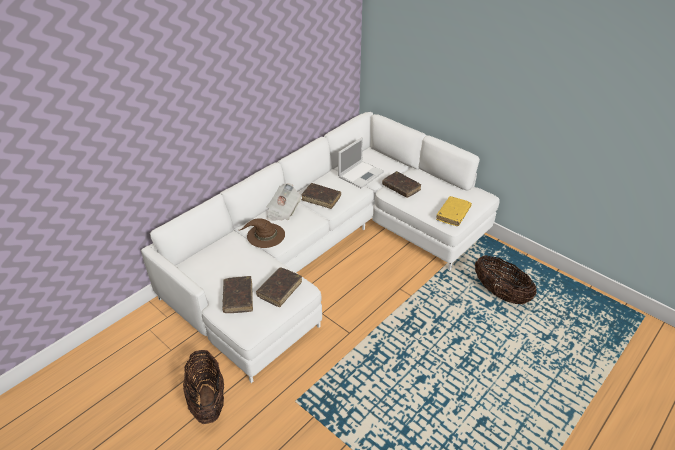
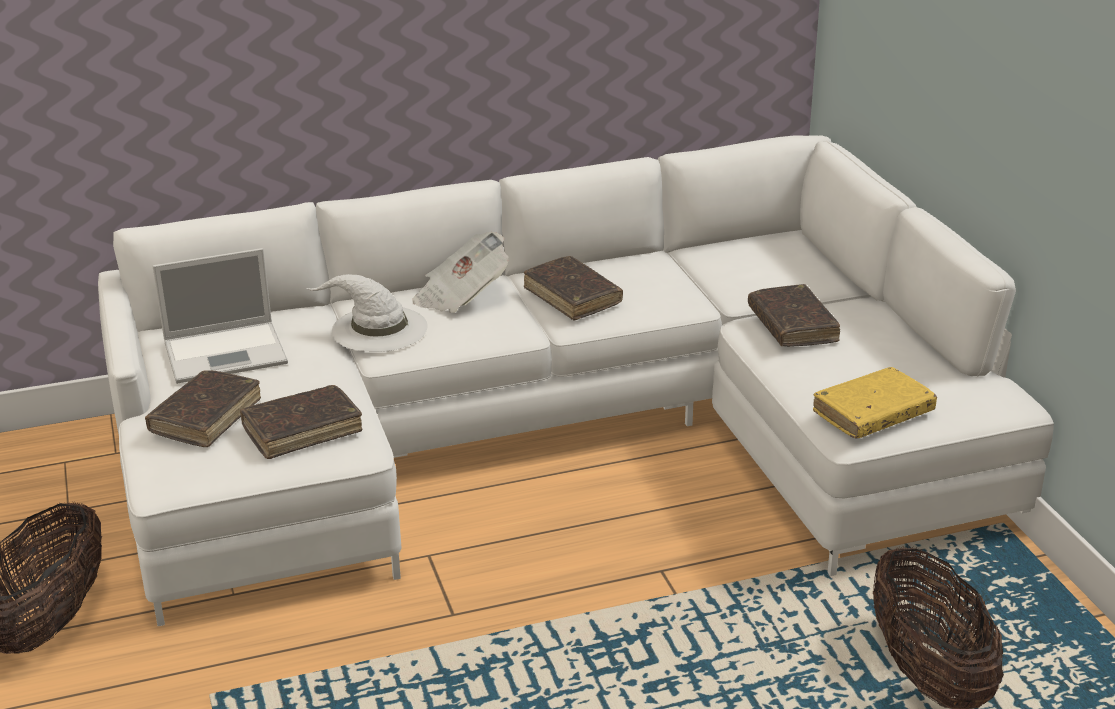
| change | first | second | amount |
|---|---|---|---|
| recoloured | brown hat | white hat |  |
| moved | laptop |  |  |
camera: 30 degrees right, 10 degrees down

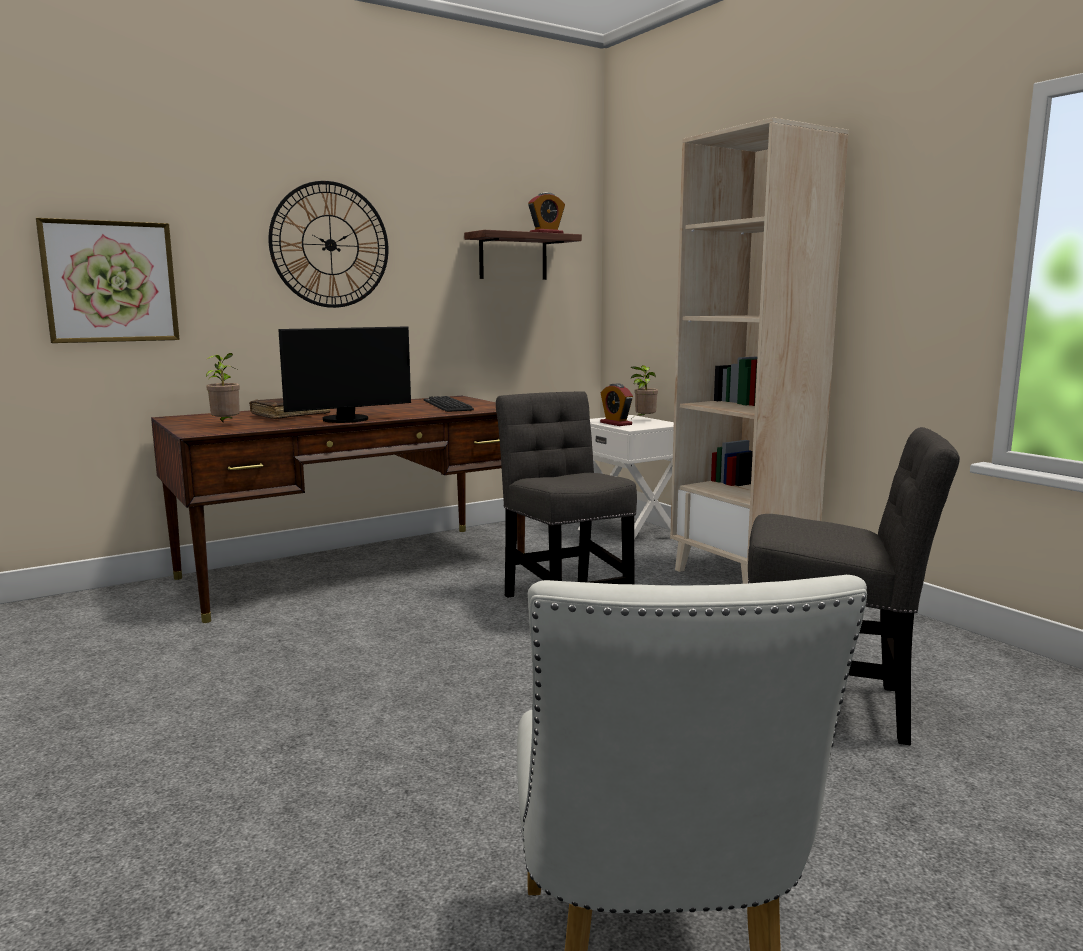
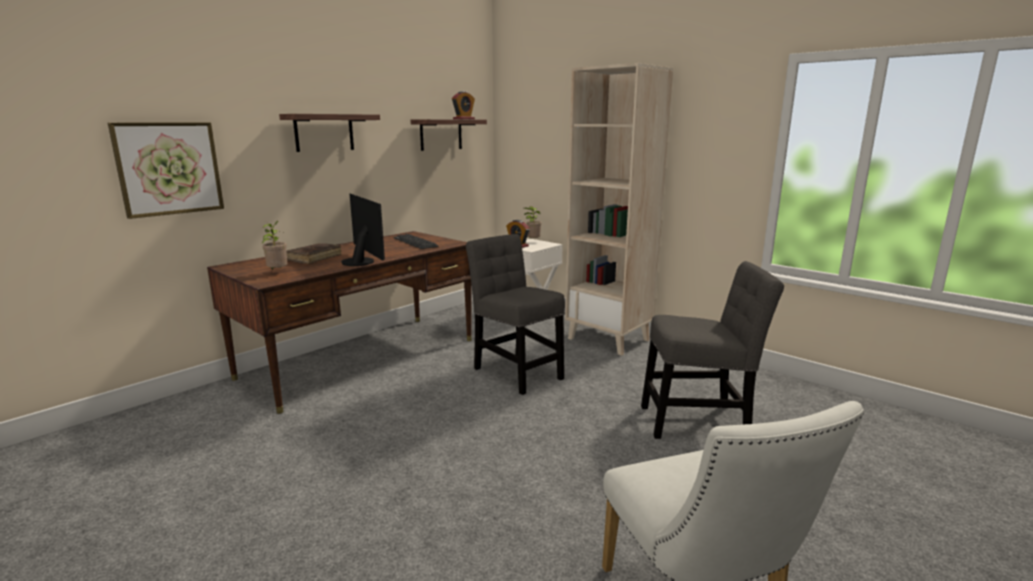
| change | first | second | amount |
|---|---|---|---|
| replaced | wall clock | shelf (1st from left) |  |
| turned | monitor |  | 75 degrees counterclockwise |
camera: 15 degrees left, 5 degrees up

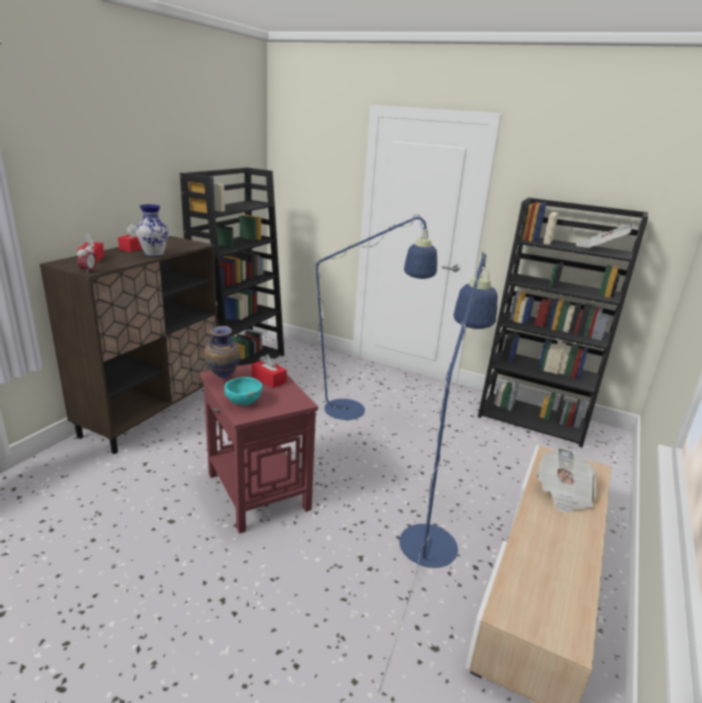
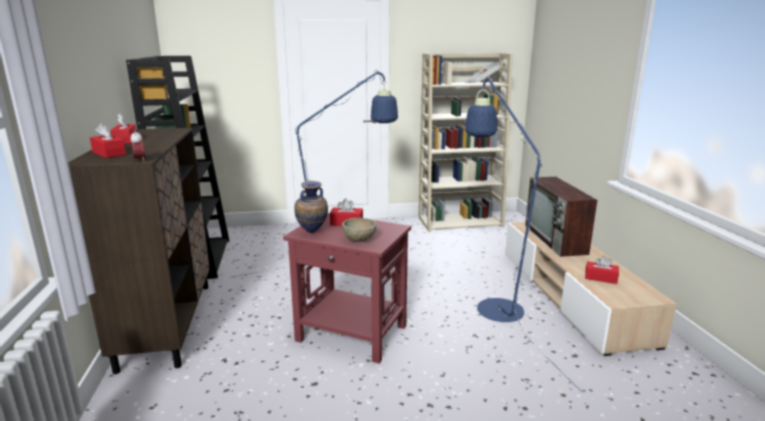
| change | first | second | amount |
|---|---|---|---|
| removed | vase (1st from left) |  |  |
| recoloured | turquoise bowl | beige bowl |  |
| recoloured | black bookcase (2nd from left) | beige bookcase |  |
| replaced | newspaper (1st from left) | television |  |
| added |  | red tissue box (4th from left) |  |
camera: 35 degrees left, 5 degrees down

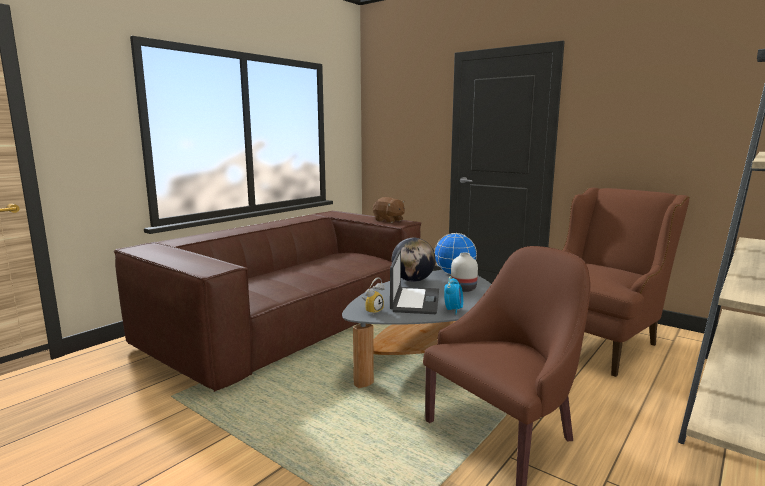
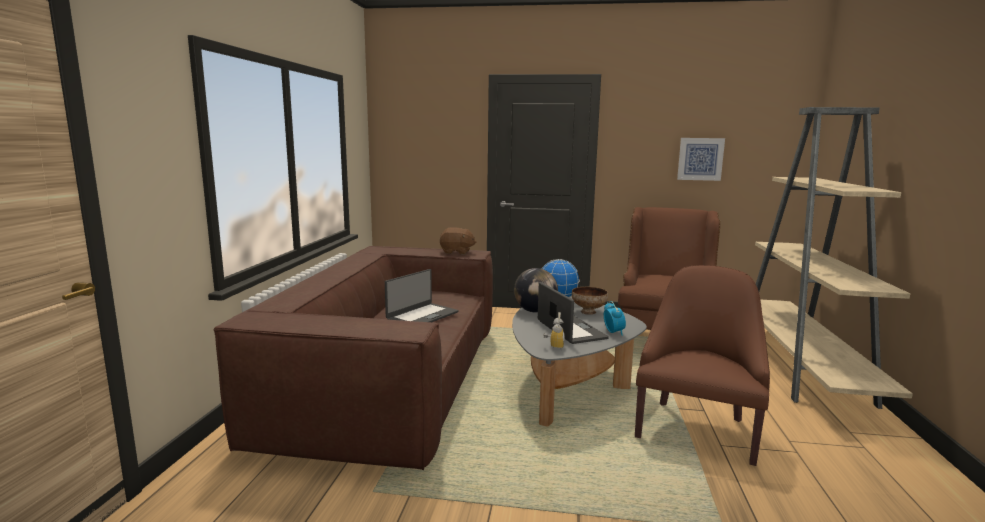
| change | first | second | amount |
|---|---|---|---|
| replaced | white vase | bowl |  |
| added |  | laptop (1st from left) |  |
| added |  | picture |  |
camera: 30 degrees left, 0 degrees up

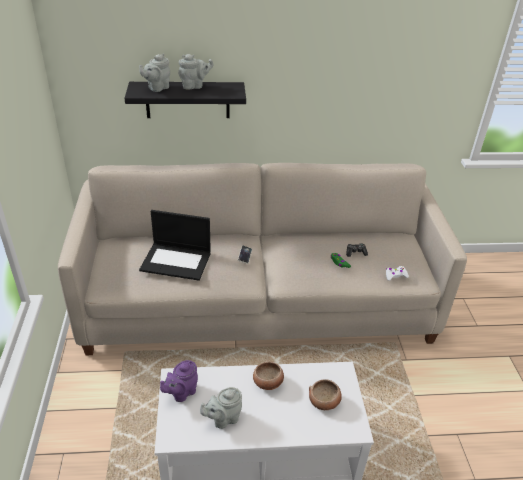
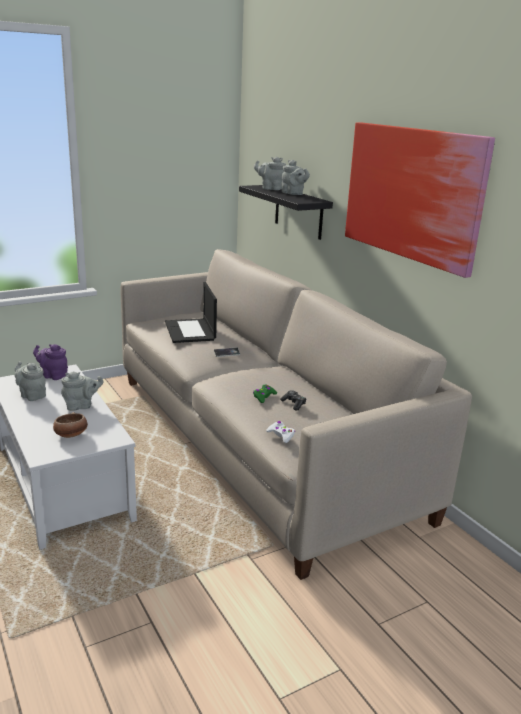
| change | first | second | amount |
|---|---|---|---|
| replaced | bowl (1st from left) | grey teapot (2nd from left) |  |
| added |  | picture |  |
camera: 65 degrees right, 15 degrees down

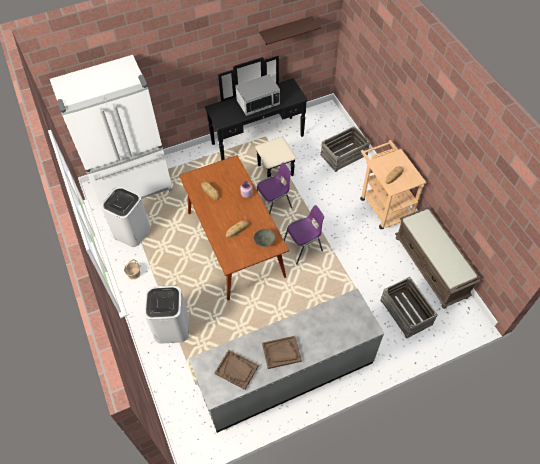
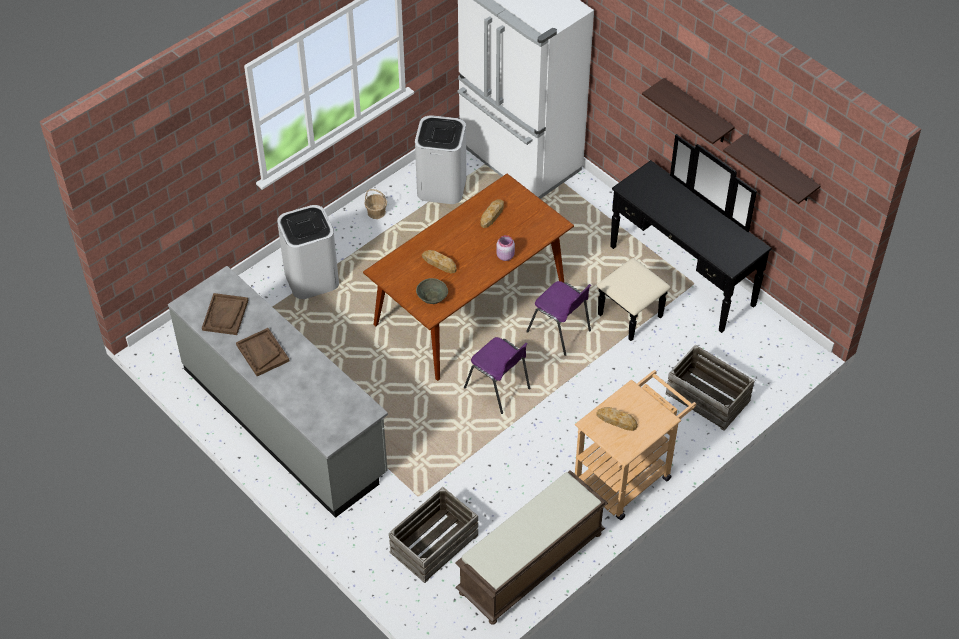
| change | first | second | amount |
|---|---|---|---|
| removed | microwave |  |  |
| added |  | shelf (1st from left) |  |
camera: 70 degrees right, 5 degrees down

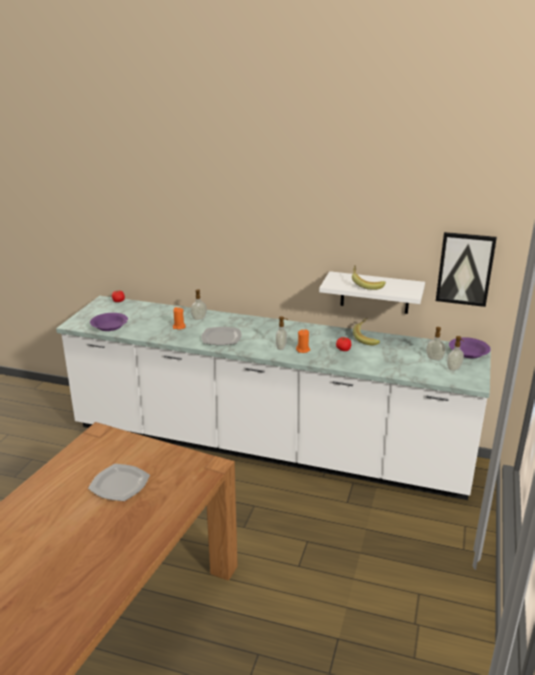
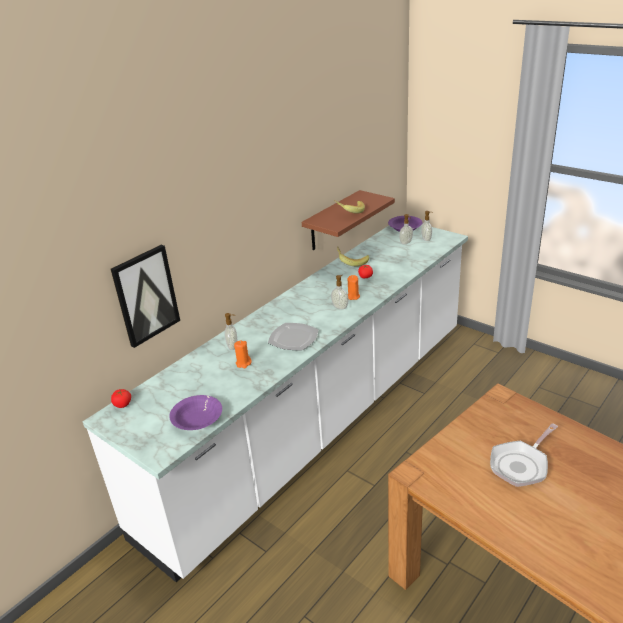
| change | first | second | amount |
|---|---|---|---|
| replaced | plate (1st from left) | frying pan |  |
| recoloured | white shelf | brown shelf |  |
| moved | picture |  |  |
camera: 65 degrees left, 5 degrees up

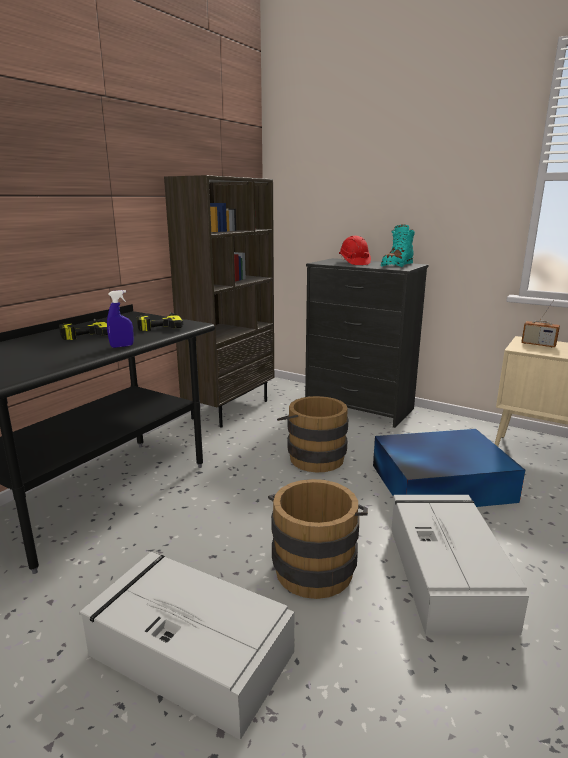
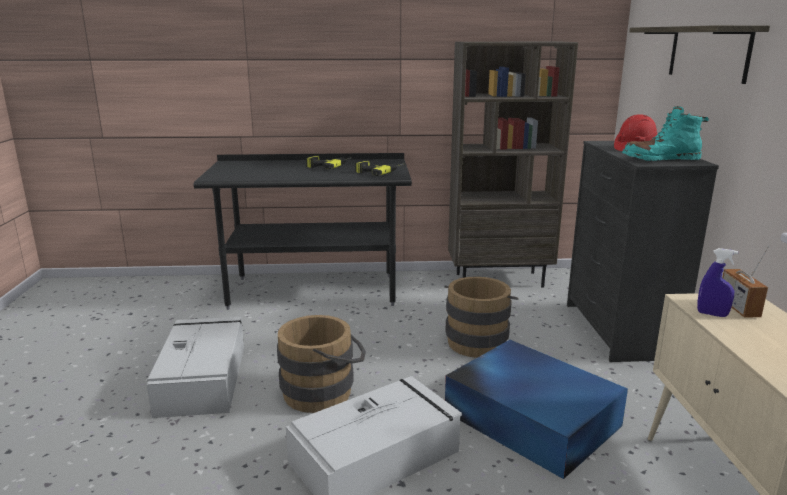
| change | first | second | amount |
|---|---|---|---|
| moved | blue spray bottle |  |  |
| added |  | shelf |  |
camera: 55 degrees right, 0 degrees up

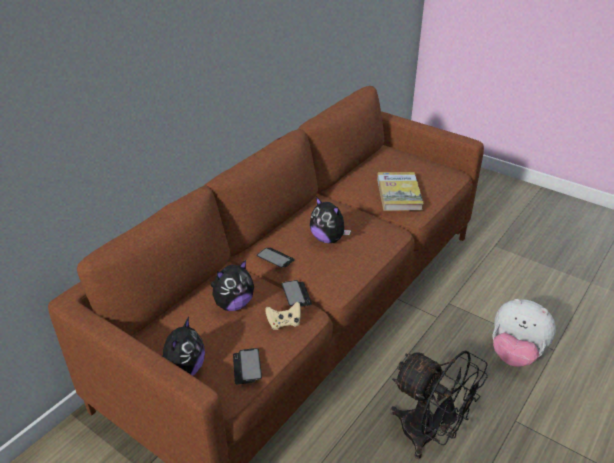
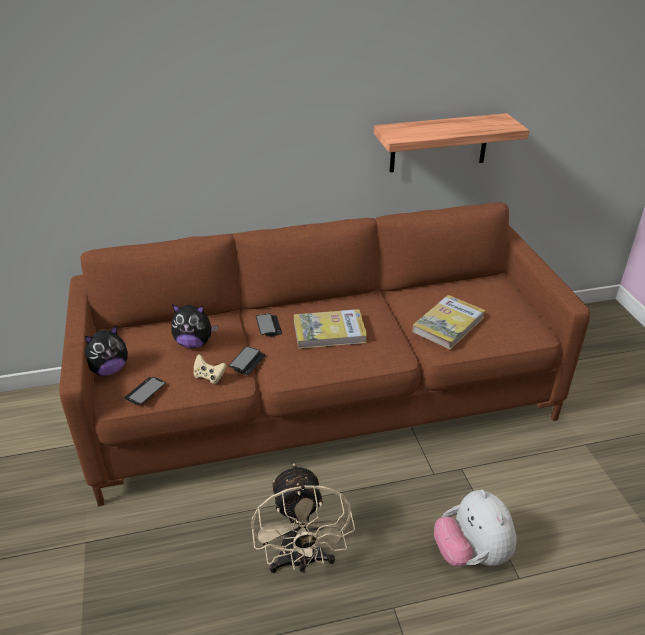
| change | first | second | amount |
|---|---|---|---|
| replaced | plush toy (3rd from left) | book (1st from left) |  |
| recoloured | black fan | beige fan |  |
| added |  | shelf |  |
camera: 40 degrees right, 0 degrees up

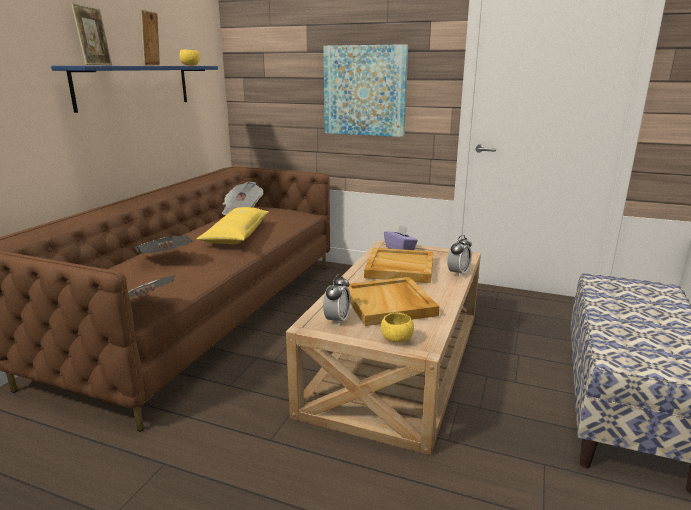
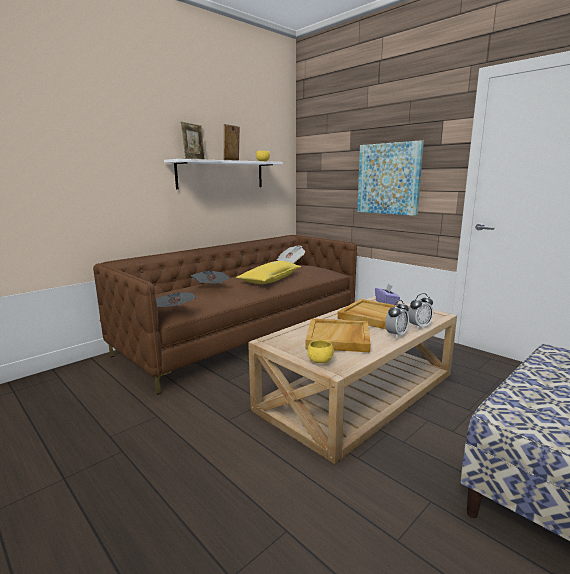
| change | first | second | amount |
|---|---|---|---|
| recoloured | blue shelf | white shelf |  |
| moved | alarm clock (1st from left) |  |  |
camera: 25 degrees right, 5 degrees down

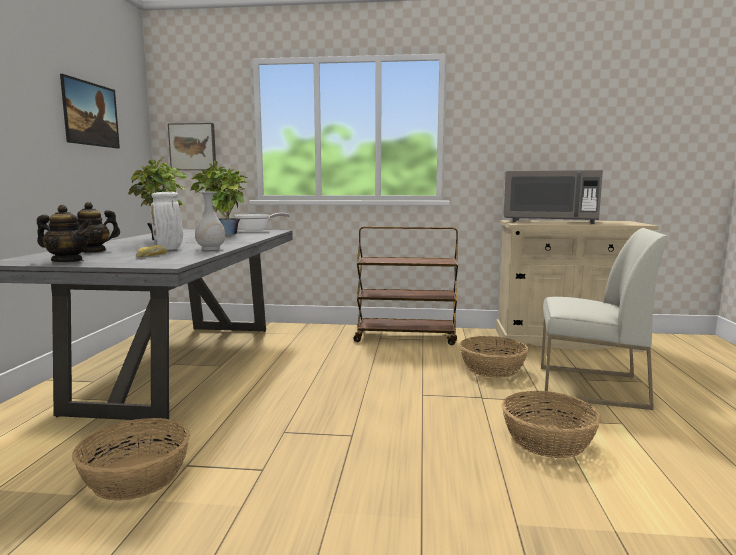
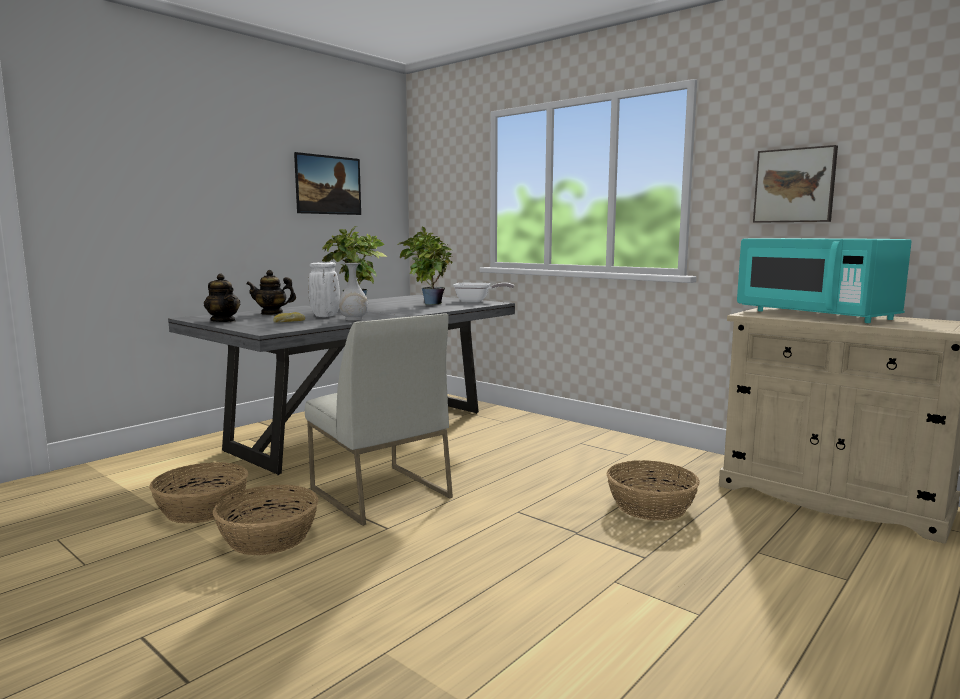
| change | first | second | amount |
|---|---|---|---|
| moved | picture (2nd from left) |  |  |
| removed | brown cart |  |  |
| moved | basket (3rd from left in the first image) | basket (2nd from left) |  |
| recoloured | grey microwave | turquoise microwave |  |
| moved | white chair |  |  |
camera: 35 degrees right, 0 degrees up

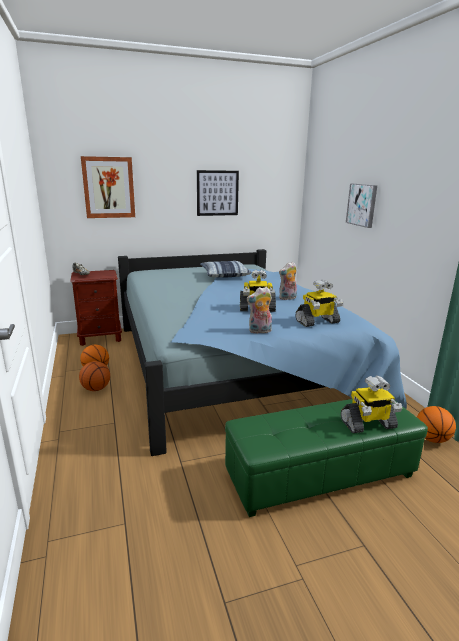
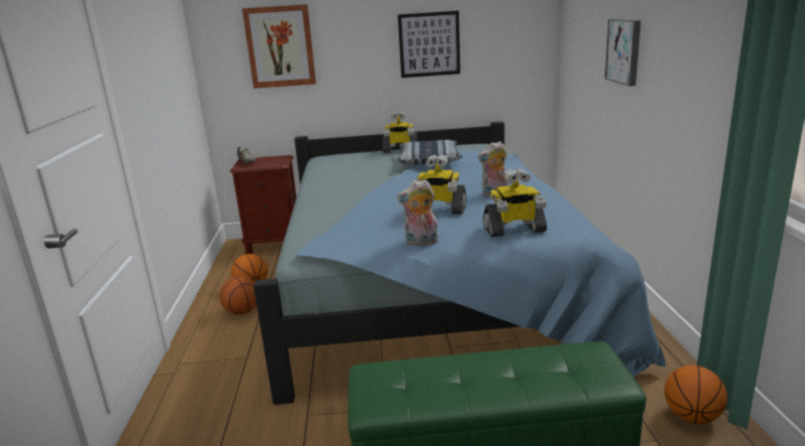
| change | first | second | amount |
|---|---|---|---|
| moved | toy robot (3rd from left in the first image) | toy robot (1st from left) |  |
camera: 15 degrees right, 0 degrees up

